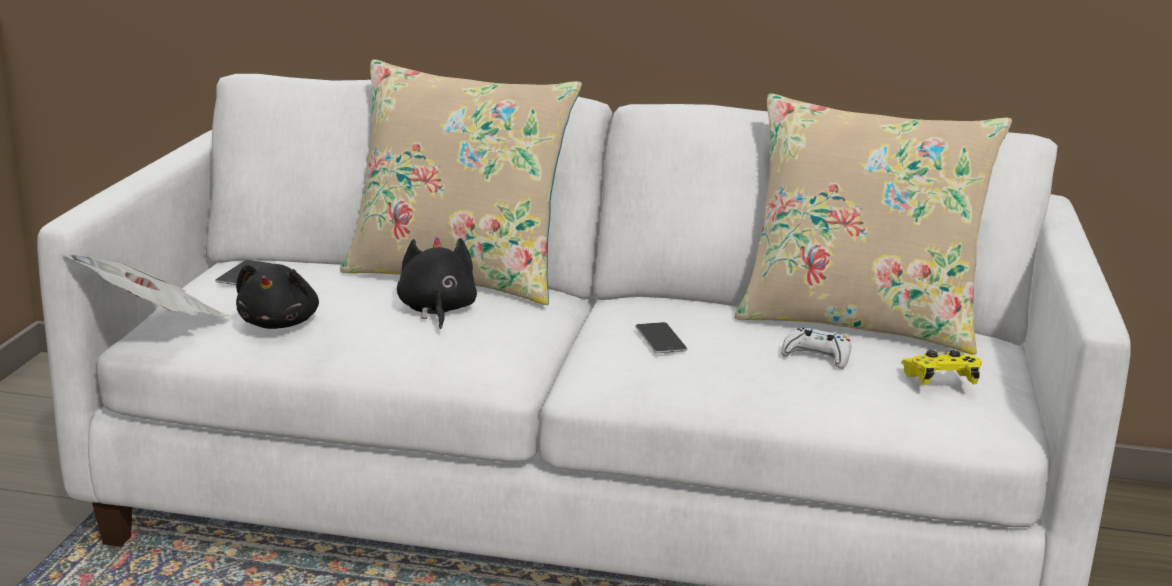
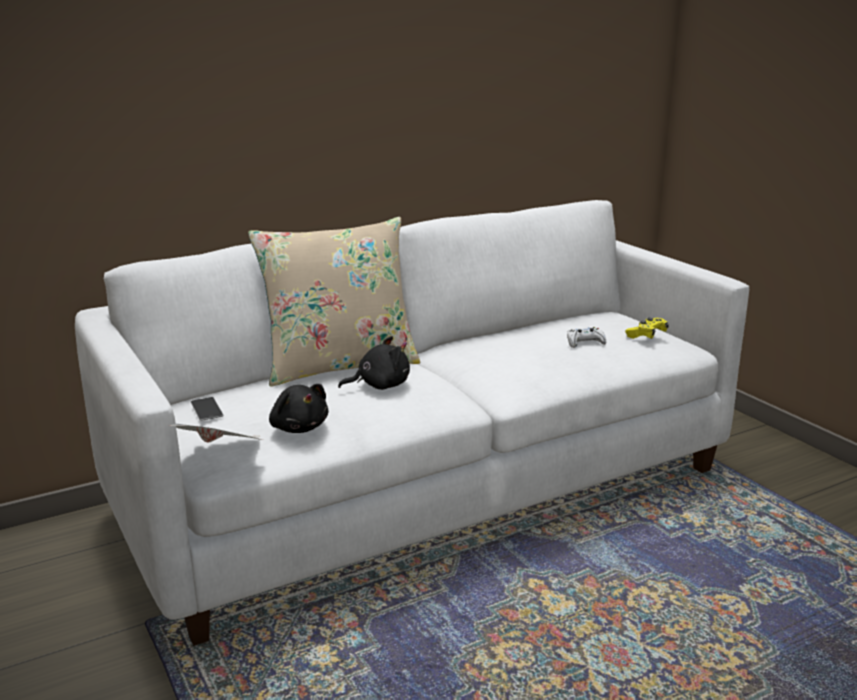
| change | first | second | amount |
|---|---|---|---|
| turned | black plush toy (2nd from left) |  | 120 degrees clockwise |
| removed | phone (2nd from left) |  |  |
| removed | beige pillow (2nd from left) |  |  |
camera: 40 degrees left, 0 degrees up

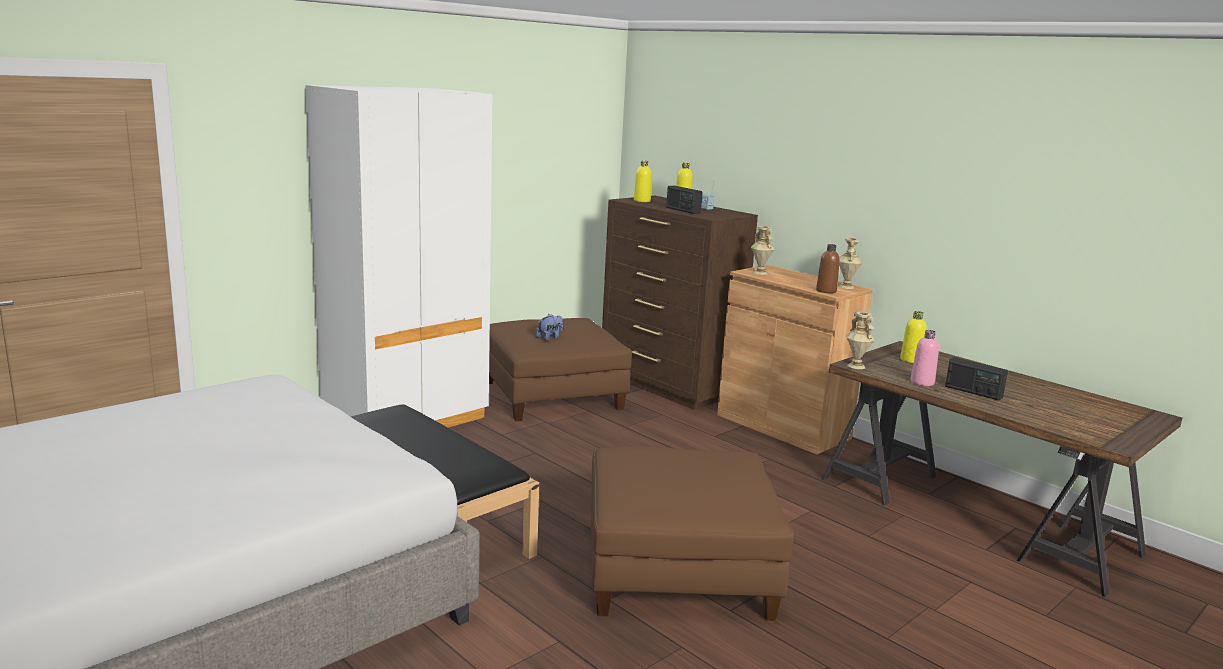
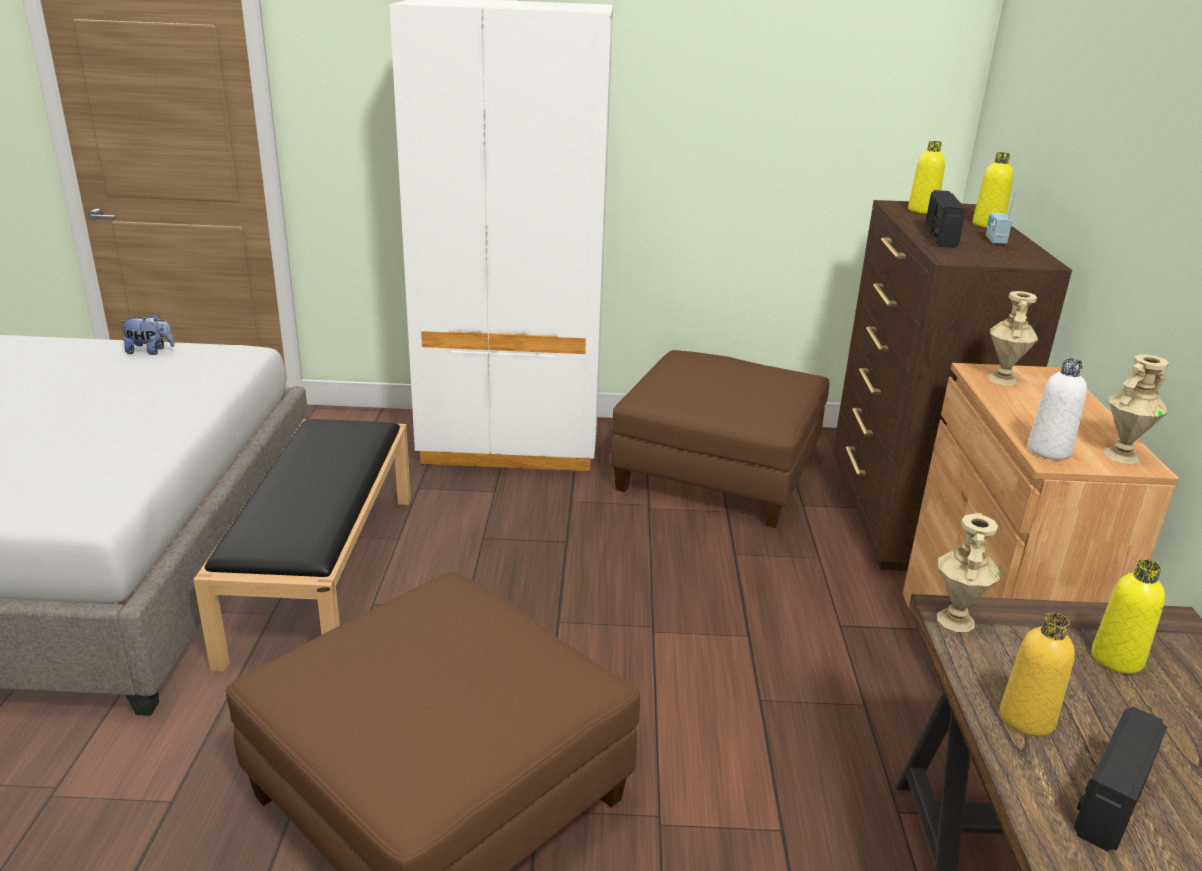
| change | first | second | amount |
|---|---|---|---|
| moved | plush toy |  |  |
| recoloured | brown bottle | white bottle |  |
| recoloured | pink bottle | yellow bottle (3rd from left) |  |
| turned | radio (3rd from left) |  | 45 degrees clockwise |
camera: 45 degrees right, 10 degrees up

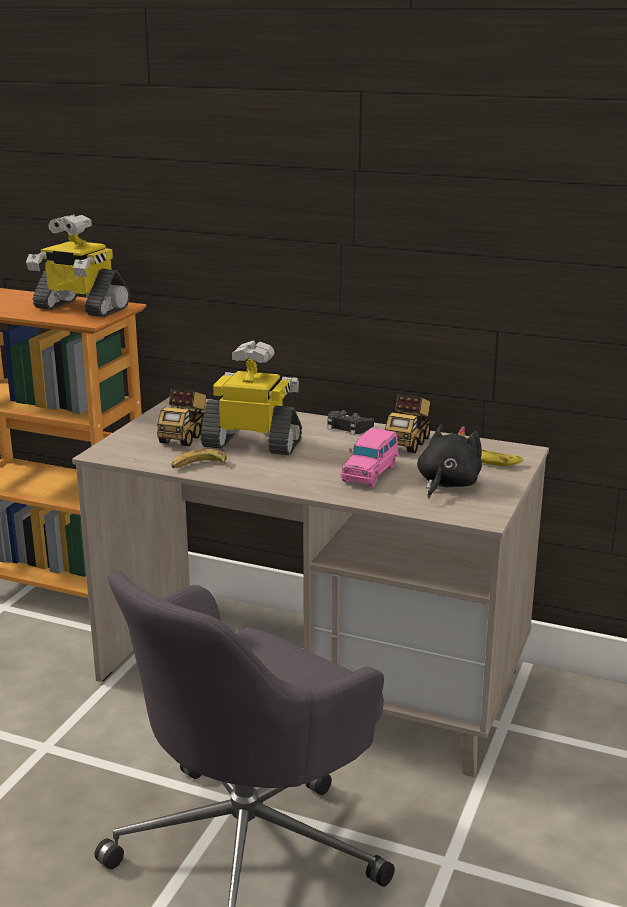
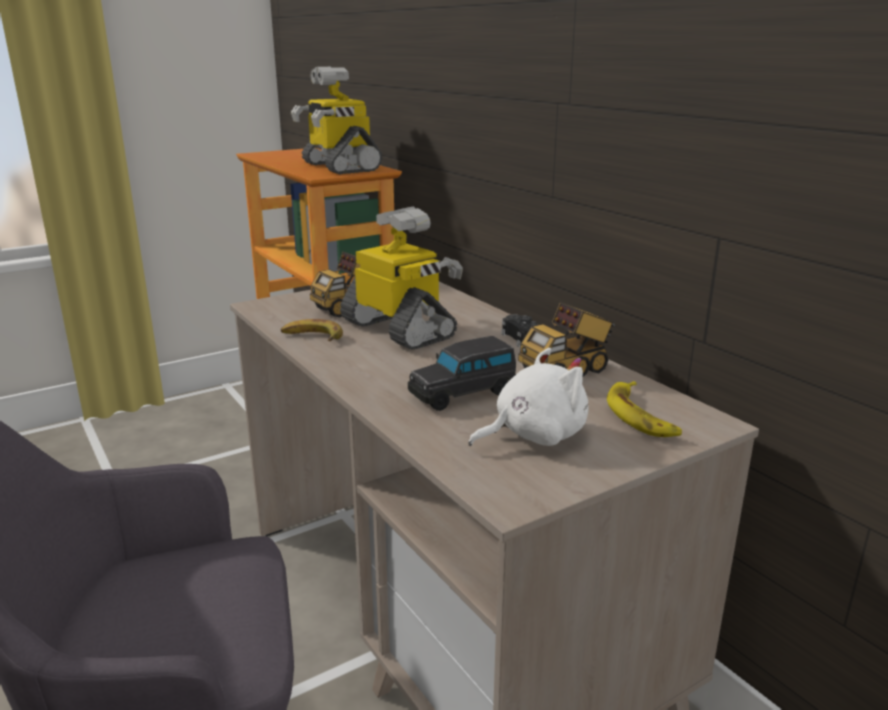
| change | first | second | amount |
|---|---|---|---|
| recoloured | pink toy car | black toy car |  |
| recoloured | black plush toy | white plush toy |  |
camera: 35 degrees right, 0 degrees up

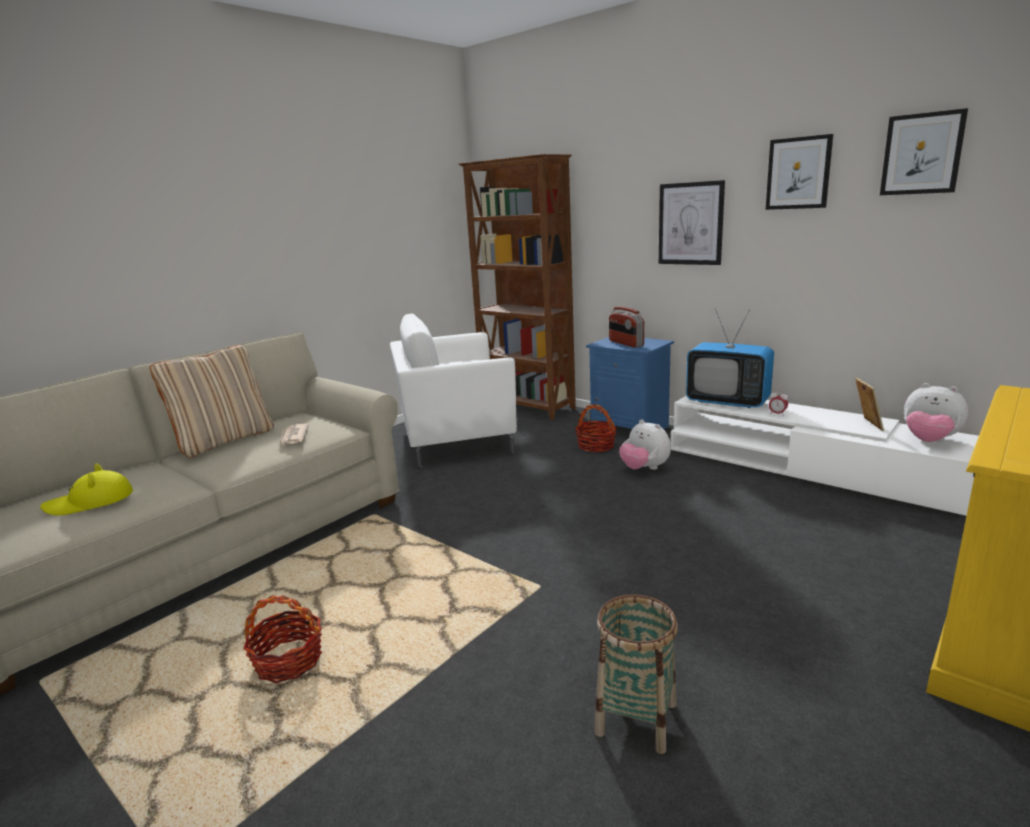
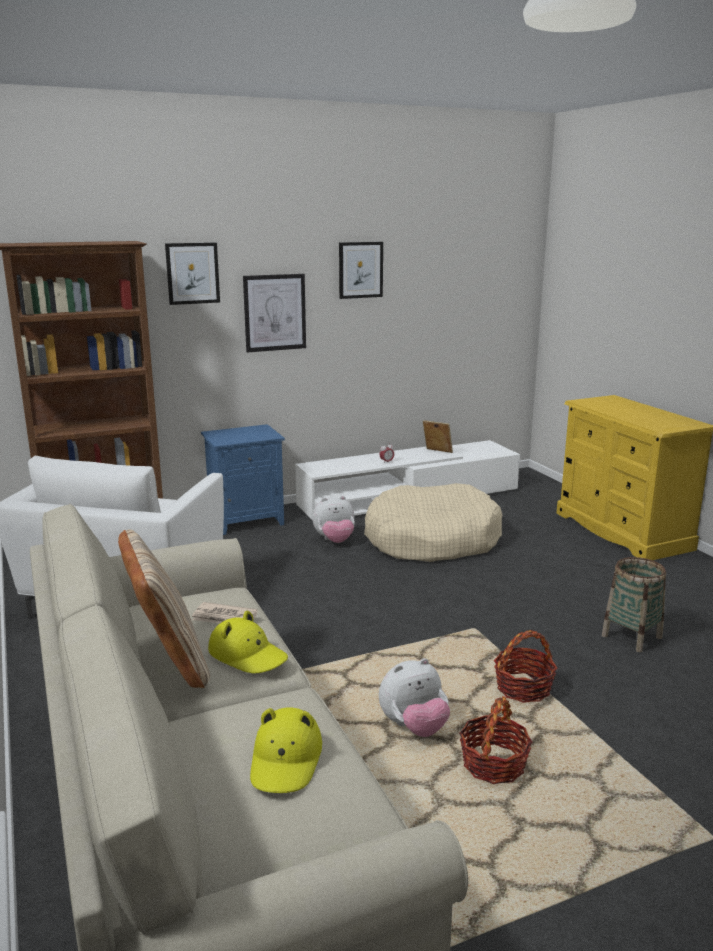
| change | first | second | amount |
|---|---|---|---|
| moved | basket (2nd from left) |  |  |
| removed | radio |  |  |
| removed | television |  |  |
| moved | picture (3rd from left in the first image) | picture (1st from left) |  |
| moved | plush toy (2nd from left) |  |  |
| added |  | yellow hat (1st from left) |  |
| added |  | beige dog bed |  |
camera: 65 degrees left, 0 degrees up

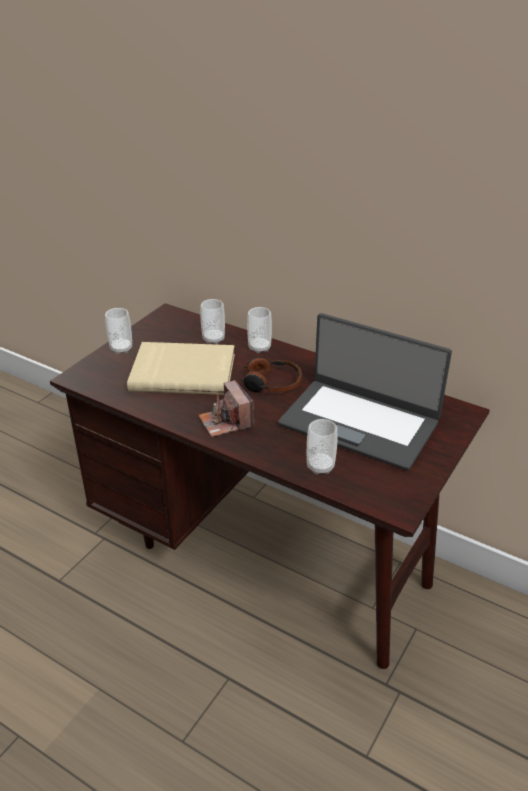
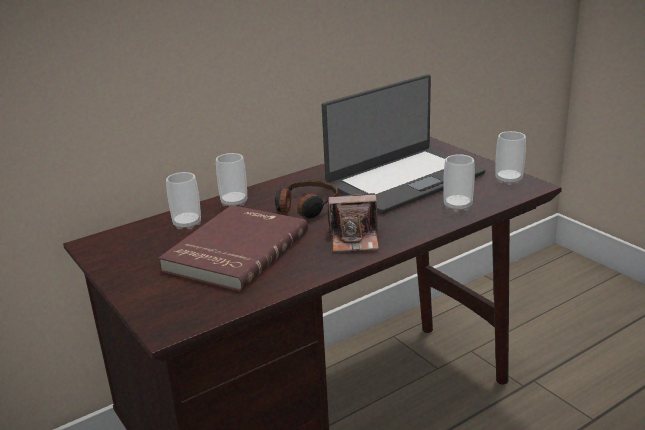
| change | first | second | amount |
|---|---|---|---|
| moved | cup (1st from left in the first image) | cup (4th from left) |  |
| recoloured | beige book | red book |  |
camera: 65 degrees left, 10 degrees down

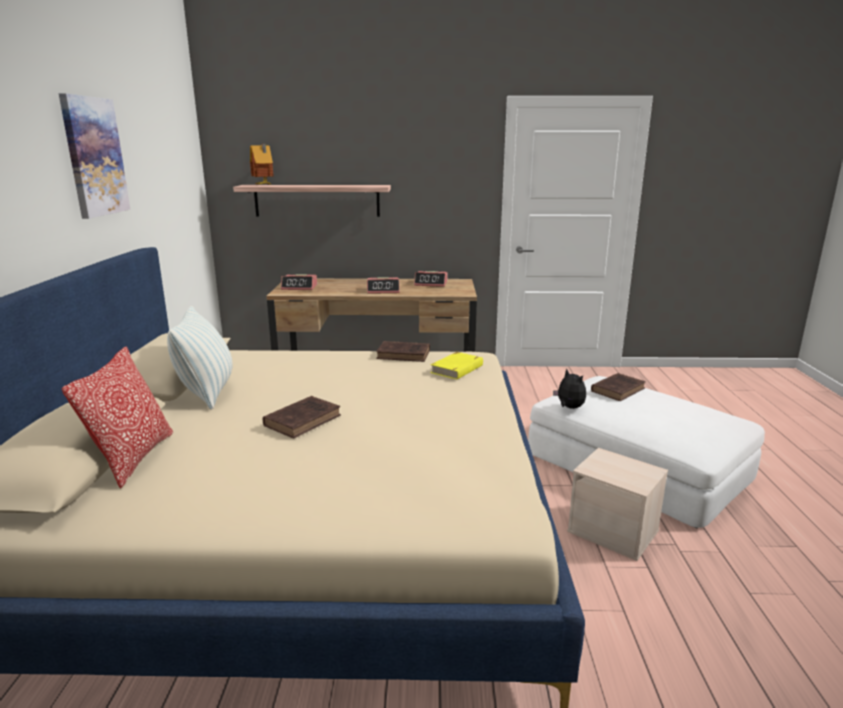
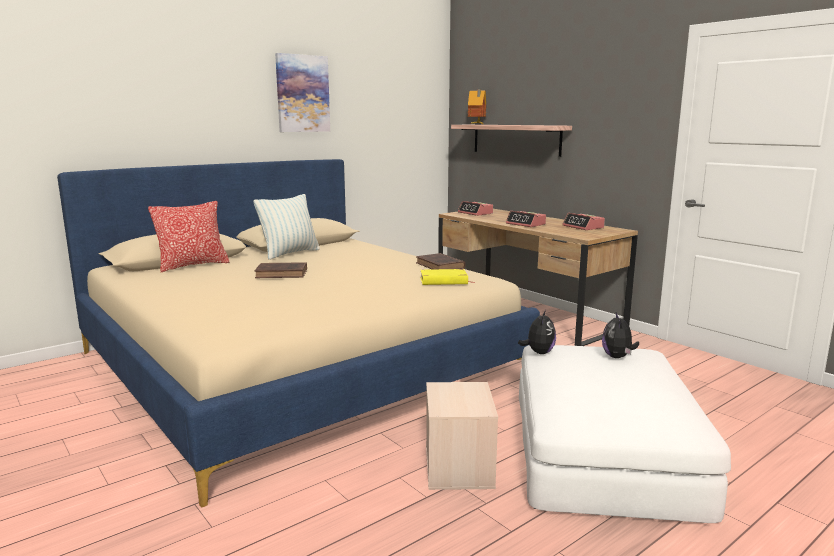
| change | first | second | amount |
|---|---|---|---|
| replaced | brown book (3rd from left) | plush toy (2nd from left) |  |
camera: 50 degrees right, 5 degrees down

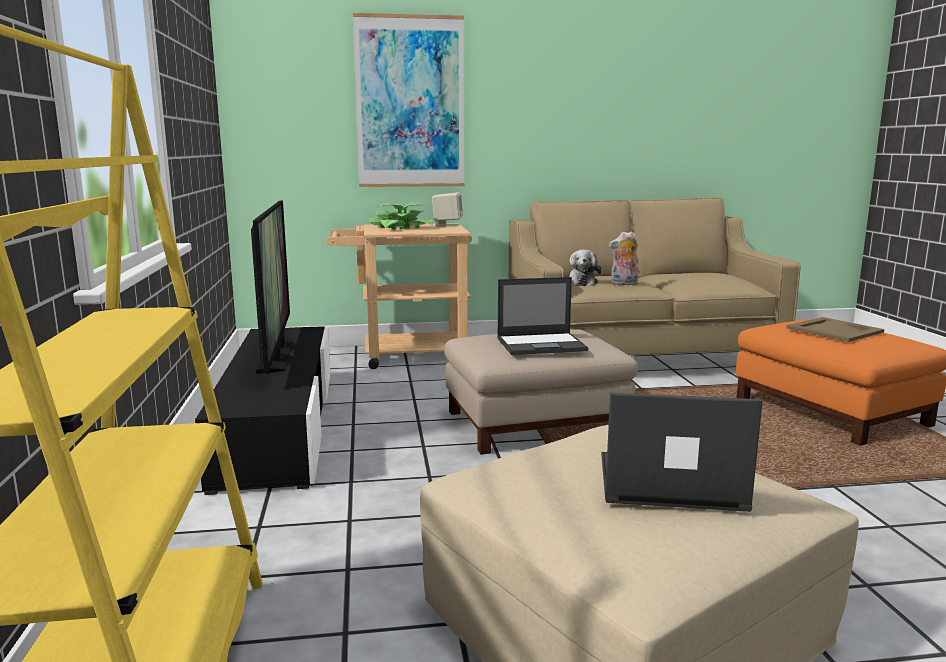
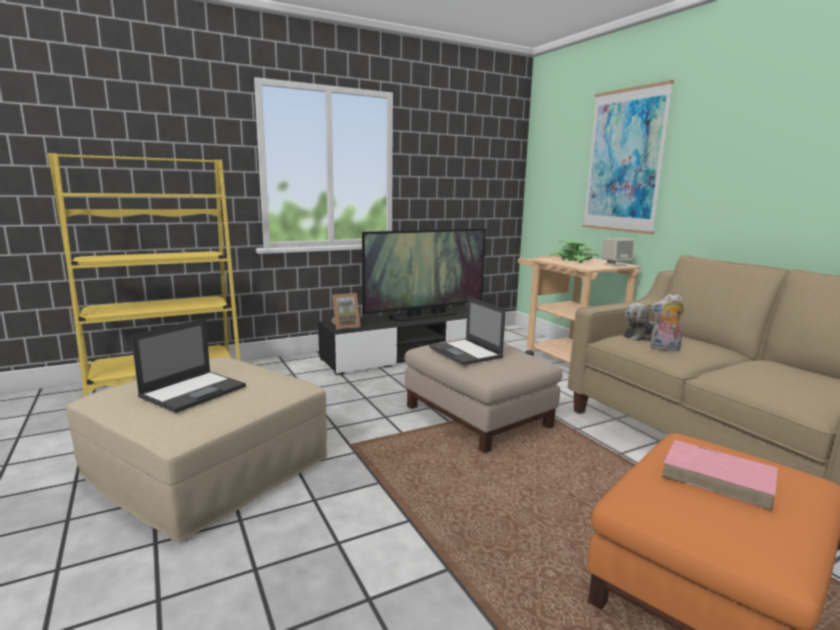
| change | first | second | amount |
|---|---|---|---|
| turned | laptop (2nd from left in the first image) | laptop (1st from left) | 45 degrees clockwise |
| turned | plush toy (2nd from left) |  | 60 degrees counterclockwise |
| replaced | beige tray | pink book |  |
| added |  | picture frame |  |
camera: 70 degrees right, 0 degrees up

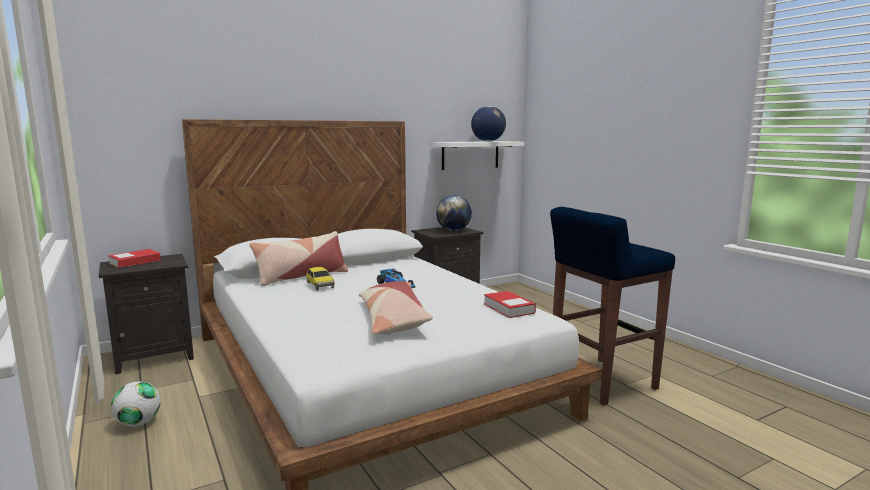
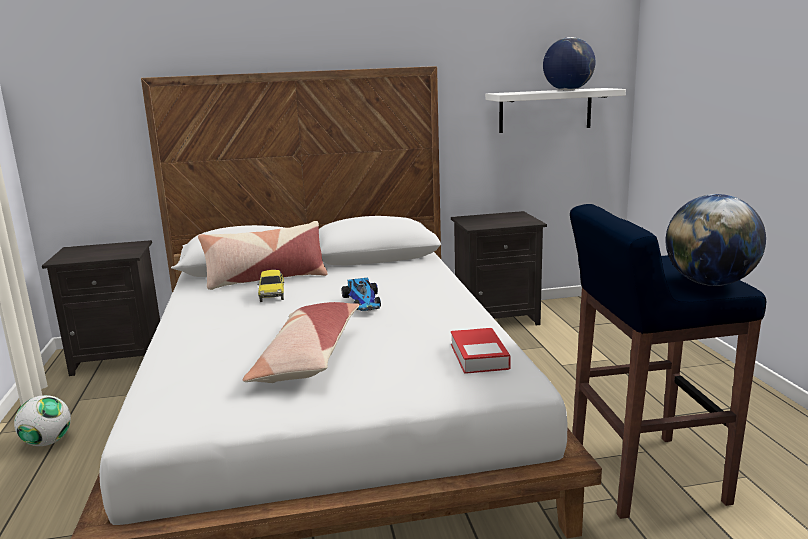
| change | first | second | amount |
|---|---|---|---|
| removed | book (1st from left) |  |  |
| moved | globe (1st from left in the first image) | globe (2nd from left) |  |
camera: 20 degrees right, 5 degrees up

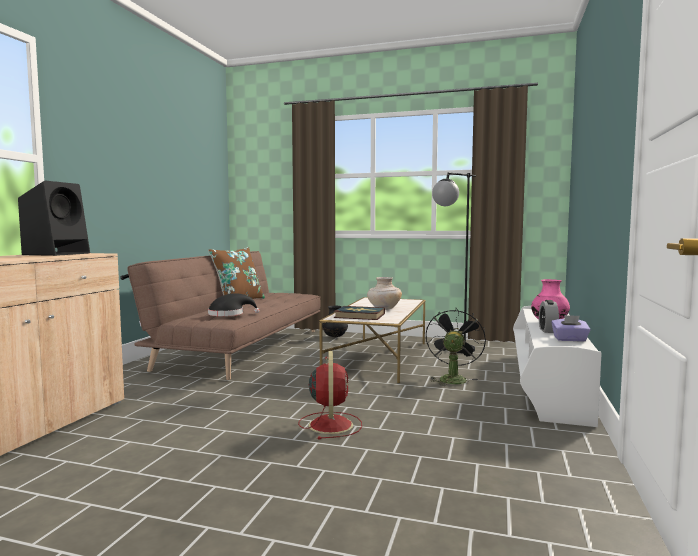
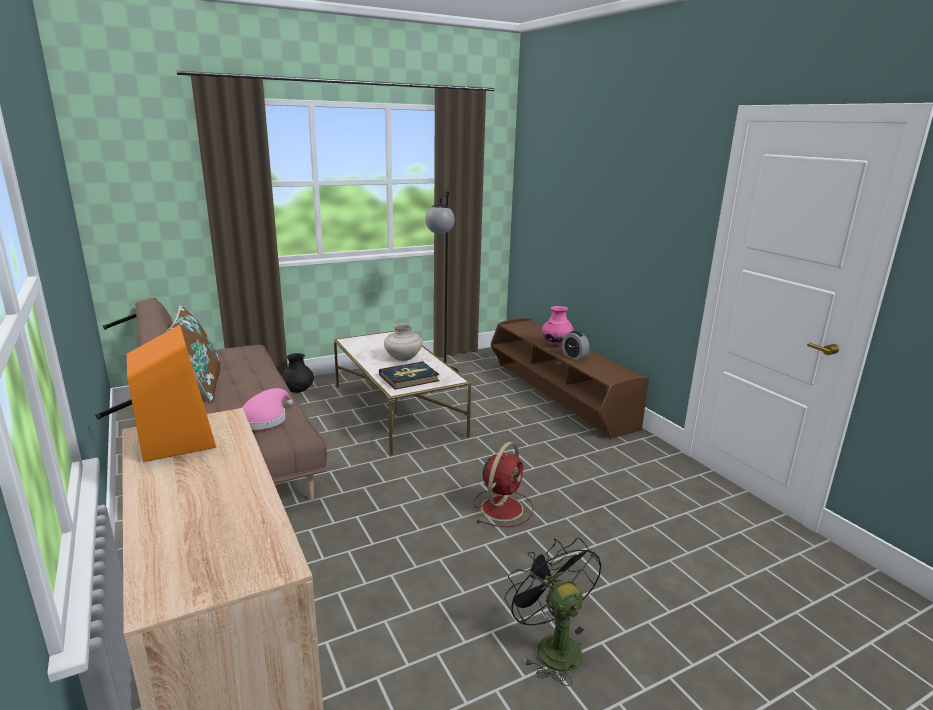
| change | first | second | amount |
|---|---|---|---|
| recoloured | black speaker | orange speaker |  |
| recoloured | black hat | pink hat |  |
| turned | red fan |  | 75 degrees clockwise |
| moved | black fan |  |  |
| recoloured | white tv stand | brown tv stand |  |
| removed | purple tissue box |  |  |
camera: 45 degrees left, 15 degrees up

